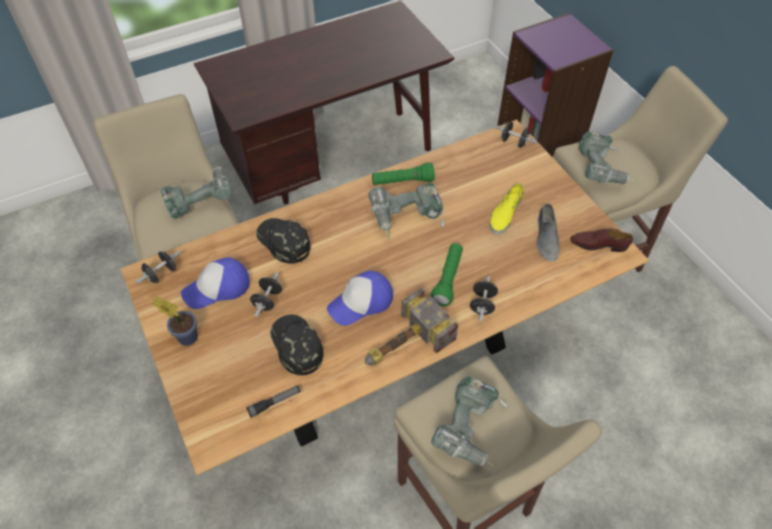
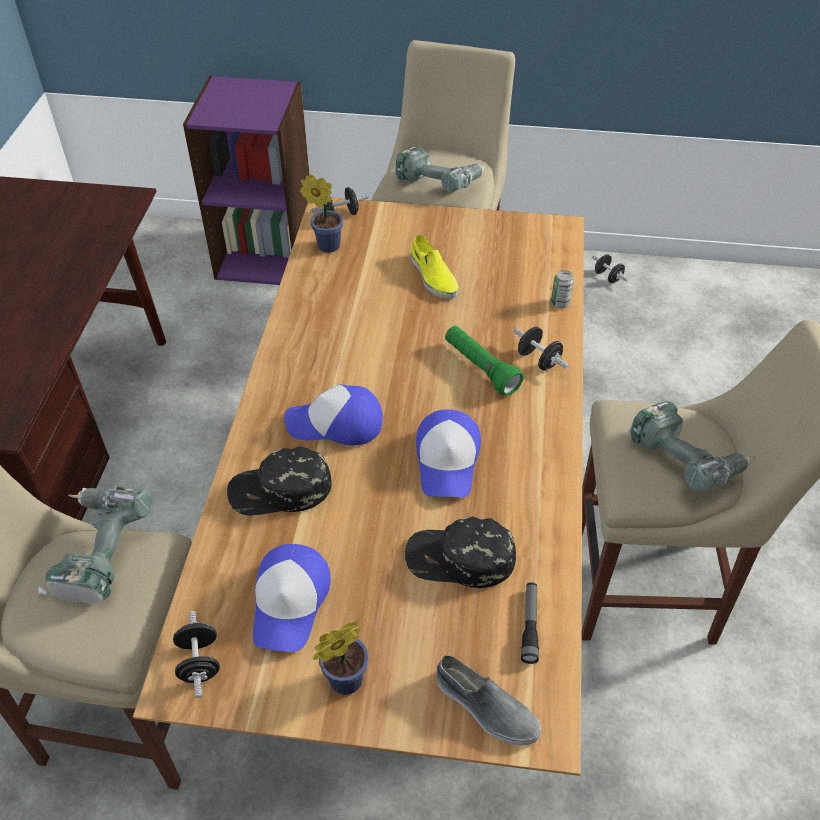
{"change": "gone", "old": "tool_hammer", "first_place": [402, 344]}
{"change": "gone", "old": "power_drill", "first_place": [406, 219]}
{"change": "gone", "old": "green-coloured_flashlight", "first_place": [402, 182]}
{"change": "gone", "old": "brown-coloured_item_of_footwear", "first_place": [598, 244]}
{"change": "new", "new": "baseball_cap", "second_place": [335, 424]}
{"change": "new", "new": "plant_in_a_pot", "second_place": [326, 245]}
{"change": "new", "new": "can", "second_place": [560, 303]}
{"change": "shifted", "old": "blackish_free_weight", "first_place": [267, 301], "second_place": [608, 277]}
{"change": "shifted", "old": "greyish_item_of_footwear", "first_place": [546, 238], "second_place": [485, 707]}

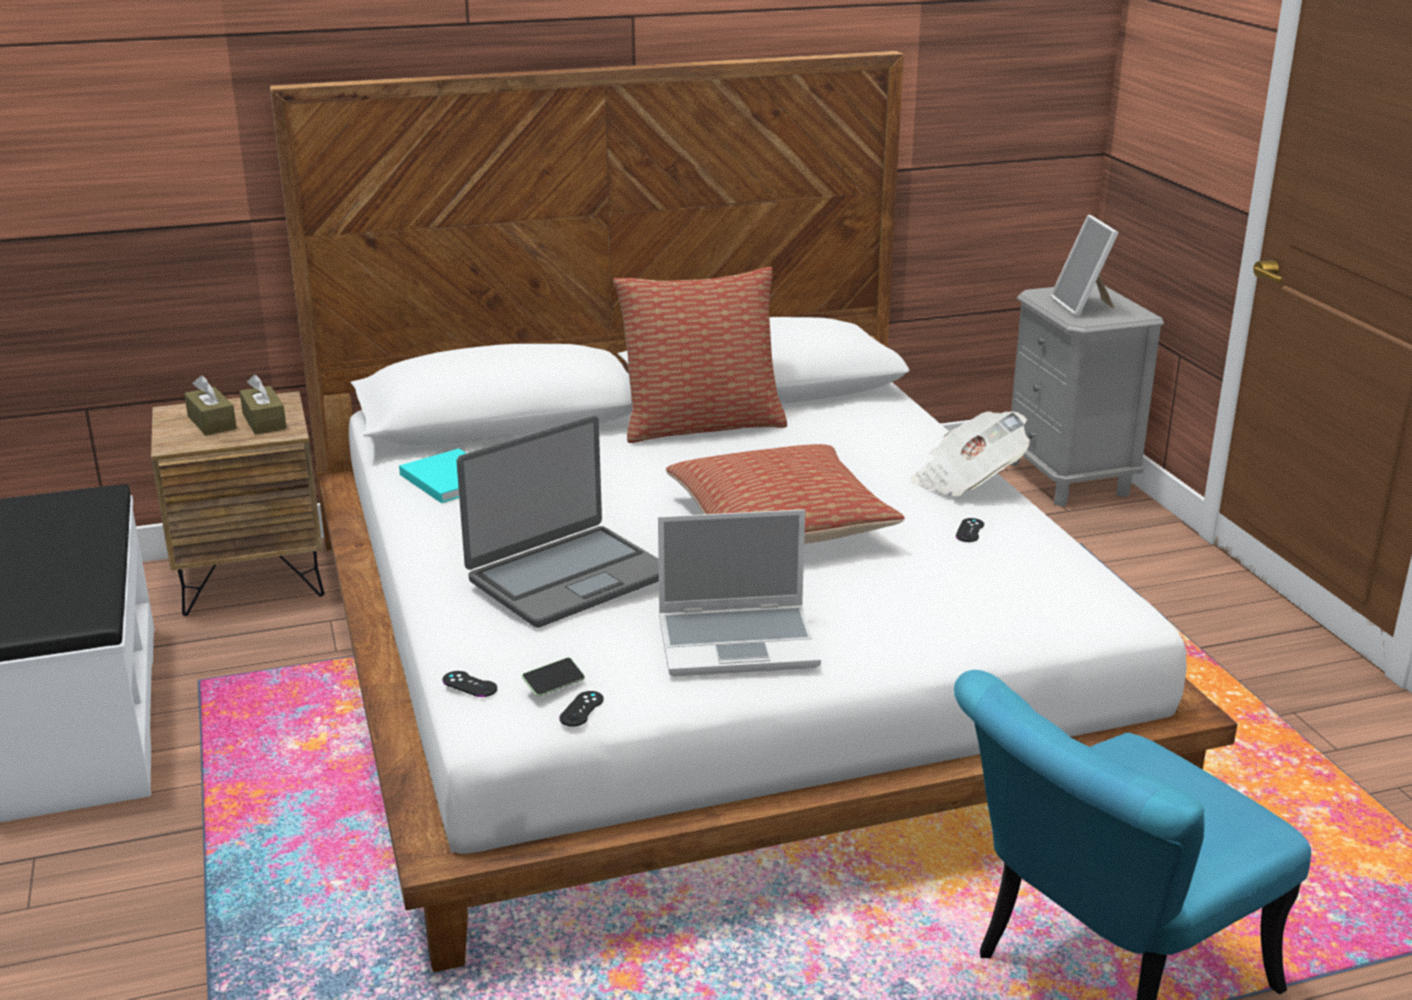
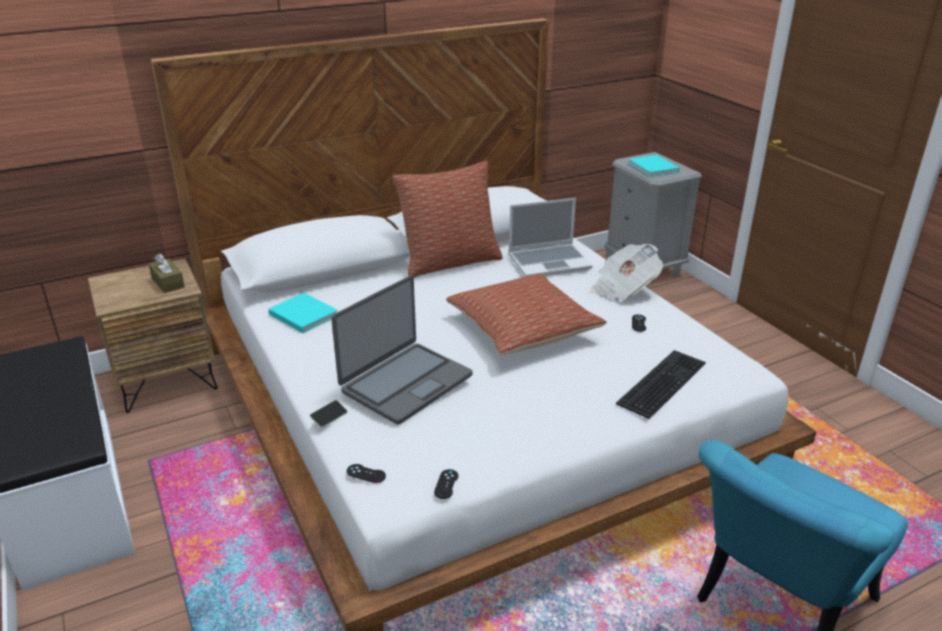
{"change": "gone", "old": "brown-coloured_tissue_box", "first_place": [212, 422]}
{"change": "new", "new": "computer_keyboard", "second_place": [660, 381]}
{"change": "shifted", "old": "handset", "first_place": [554, 684], "second_place": [329, 418]}
{"change": "shifted", "old": "portable_computer", "first_place": [739, 642], "second_place": [550, 262]}
{"change": "swapped", "old": "standing_frame", "new": "turquoise-coloured_bound_book", "first_place": [1083, 306], "second_place": [653, 168]}

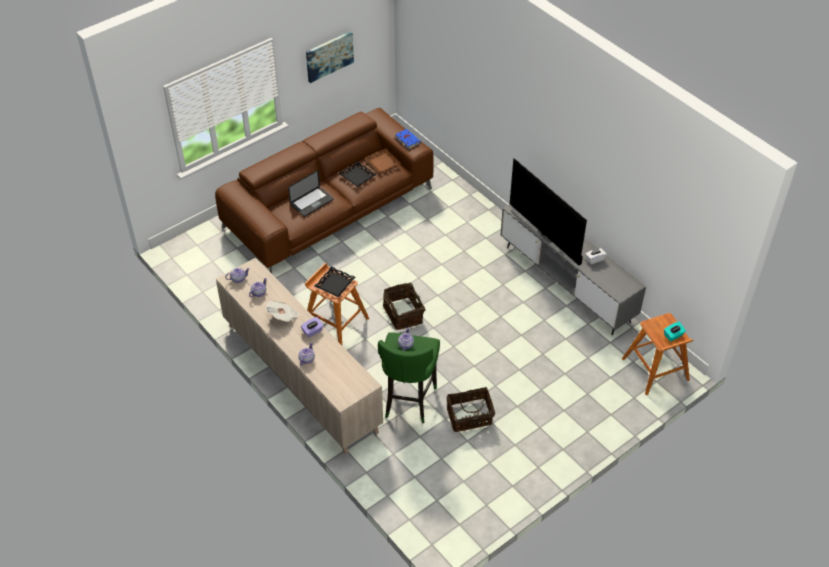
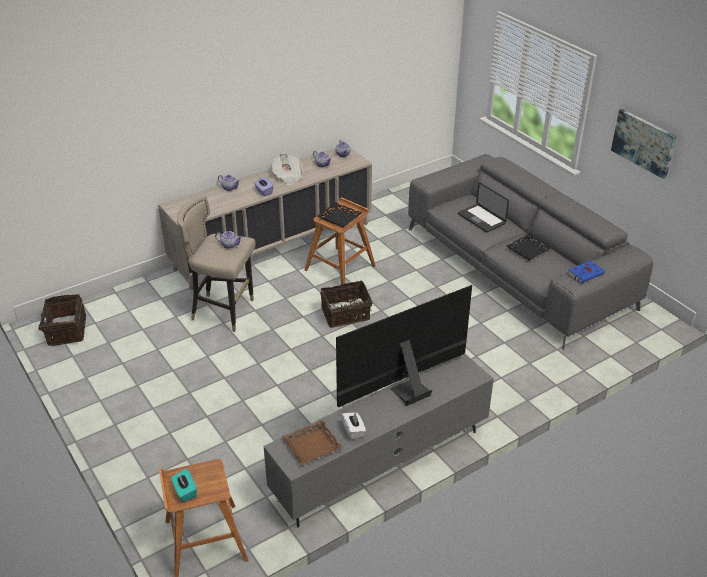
{"change": "shifted", "old": "brown-coloured_carrying_tray", "first_place": [382, 163], "second_place": [312, 445]}
{"change": "shifted", "old": "storage_basket", "first_place": [470, 417], "second_place": [65, 331]}
{"change": "repainted", "old": "brown-coloured_sofa", "new": "greyish_sofa", "first_place": [328, 208], "second_place": [517, 267]}
{"change": "repainted", "old": "green-coloured_stool", "new": "sand-coloured_stool", "first_place": [408, 400], "second_place": [223, 311]}

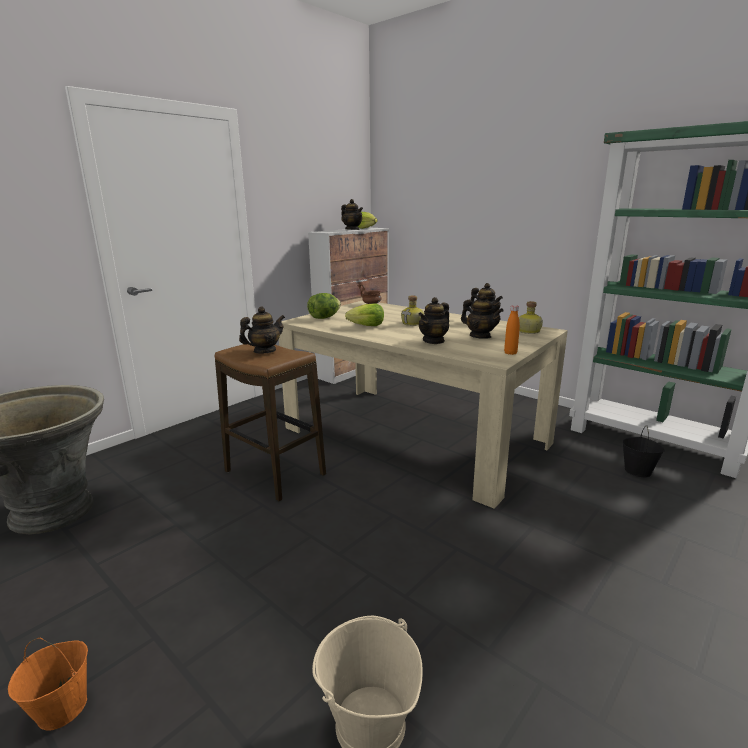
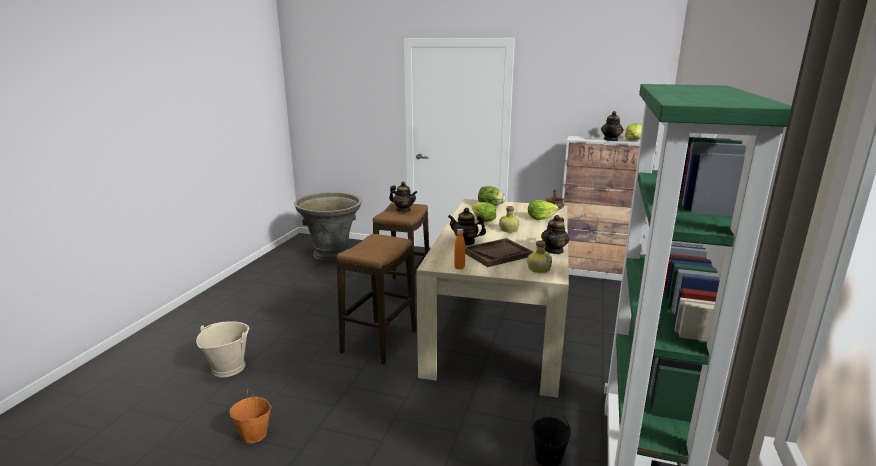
{"change": "new", "new": "stool", "second_place": [379, 341]}
{"change": "new", "new": "head_of_lettuce", "second_place": [540, 218]}
{"change": "shifted", "old": "orange-coloured_water_bucket", "first_place": [62, 707], "second_place": [254, 434]}
{"change": "swapped", "old": "tea_pot", "new": "brown-coloured_carrying_tray", "first_place": [480, 336], "second_place": [497, 254]}

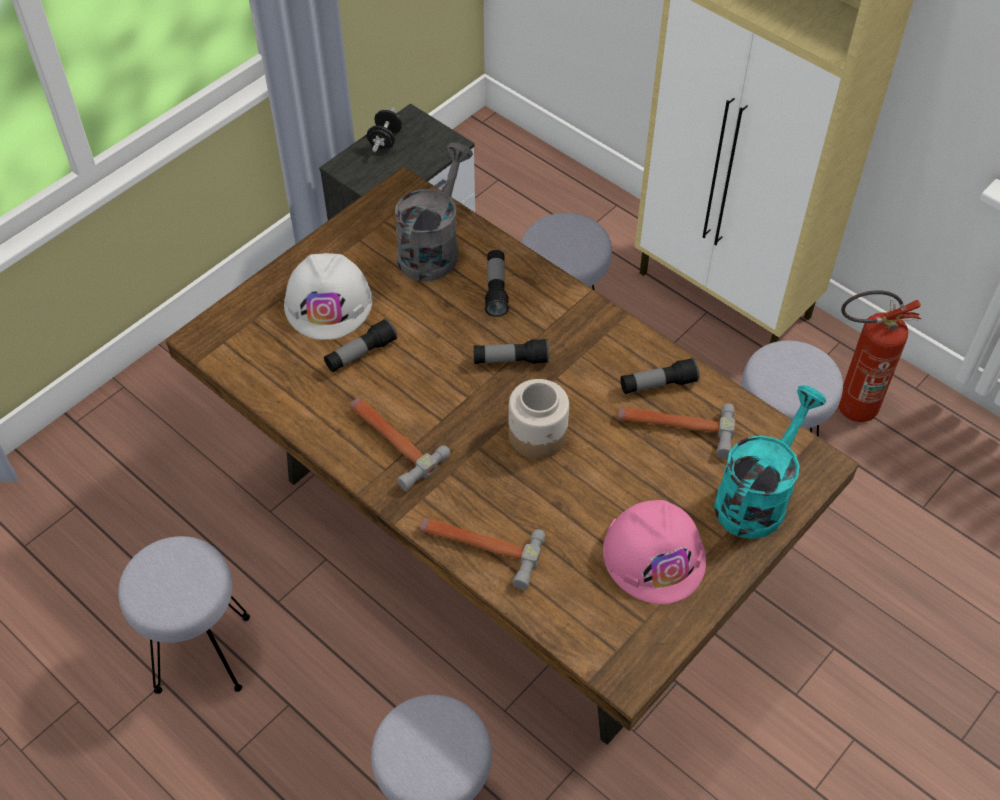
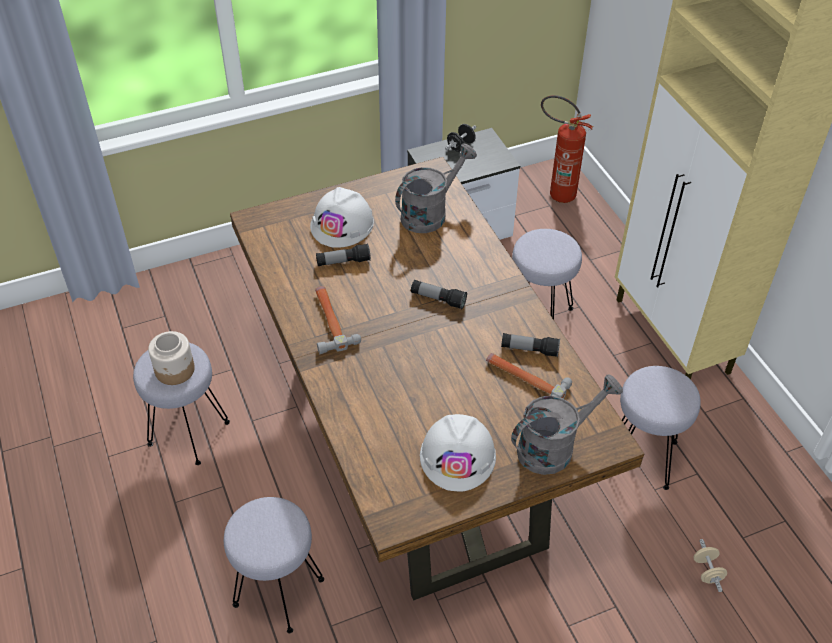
{"change": "gone", "old": "tool_hammer", "first_place": [479, 547]}
{"change": "gone", "old": "flashlight", "first_place": [496, 289]}
{"change": "new", "new": "sand-coloured_free_weight", "second_place": [707, 571]}
{"change": "shifted", "old": "storage_jar", "first_place": [538, 435], "second_place": [175, 370]}
{"change": "shifted", "old": "fire_extinguisher", "first_place": [847, 408], "second_place": [556, 193]}
{"change": "repainted", "old": "pink_safety_helmet", "new": "white-coloured_safety_helmet", "first_place": [654, 555], "second_place": [458, 456]}
{"change": "repainted", "old": "turquoise-coloured_watering_can", "new": "greyish_watering_can", "first_place": [757, 496], "second_place": [554, 446]}

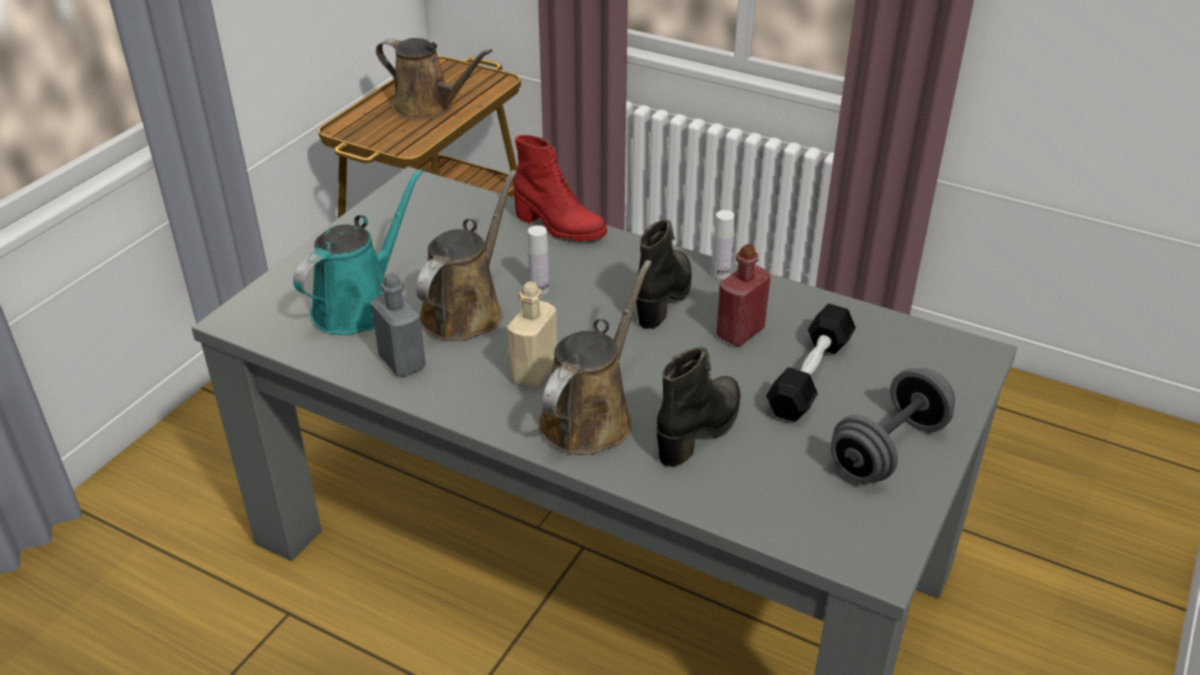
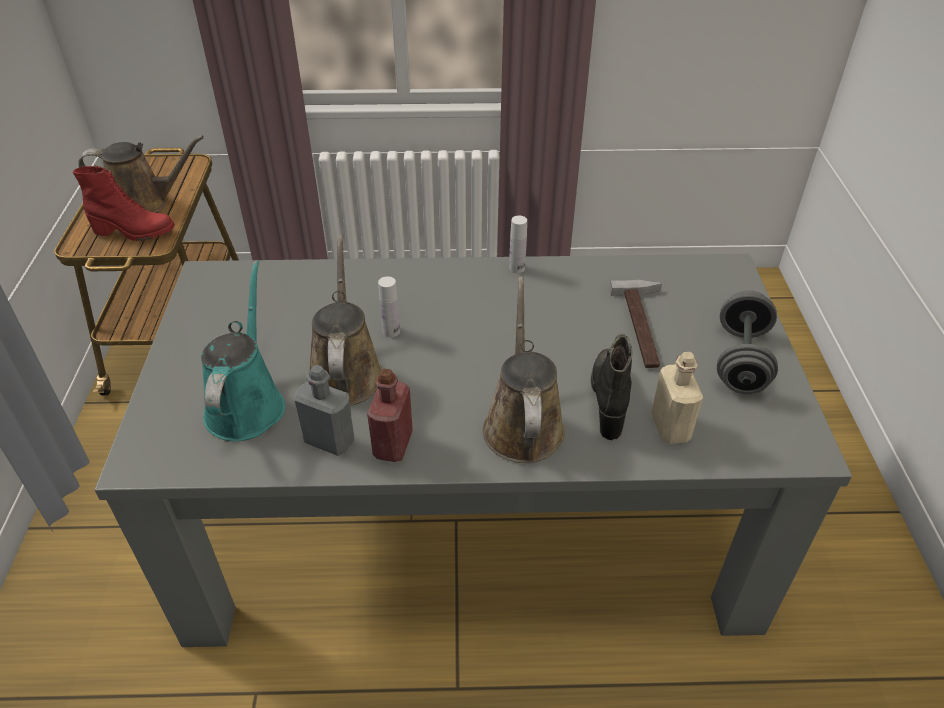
{"change": "gone", "old": "blackish_boot", "first_place": [664, 298]}
{"change": "shifted", "old": "sand-coloured_bottle", "first_place": [534, 372], "second_place": [670, 427]}
{"change": "shifted", "old": "reddish_boot", "first_place": [559, 227], "second_place": [134, 232]}
{"change": "shifted", "old": "reddish_bottle", "first_place": [740, 332], "second_place": [393, 444]}
{"change": "swapped", "old": "blackish_free_weight", "new": "tool_hammer", "first_place": [810, 376], "second_place": [645, 326]}

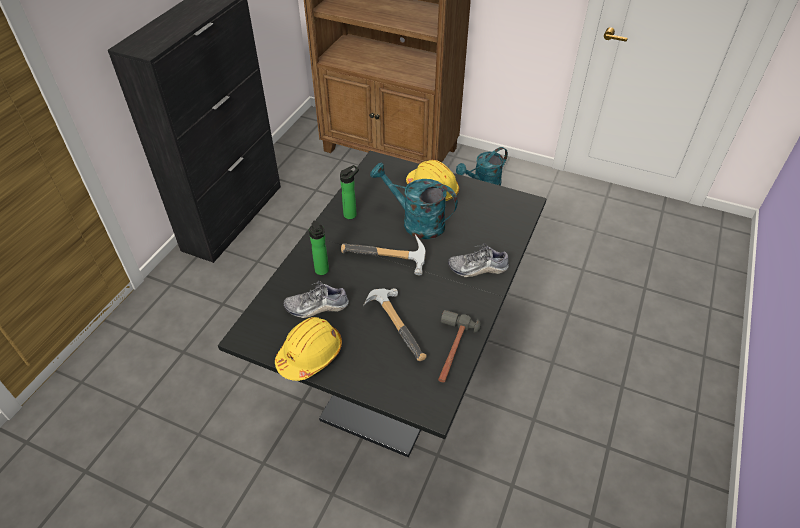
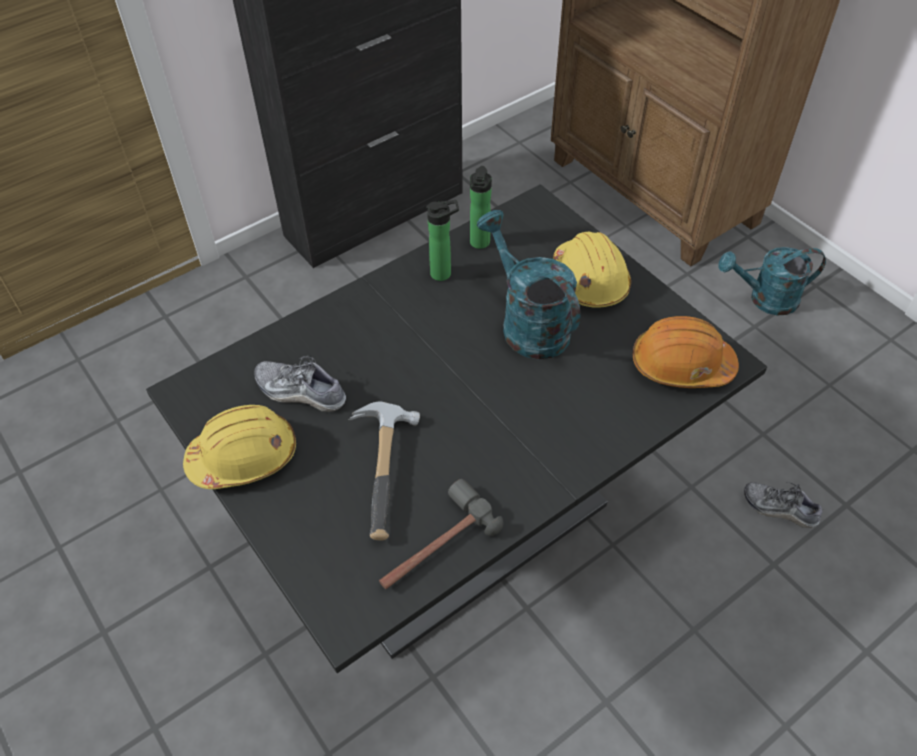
{"change": "gone", "old": "tool_hammer", "first_place": [386, 261]}
{"change": "new", "new": "orange-coloured_safety_helmet", "second_place": [681, 365]}
{"change": "shifted", "old": "bottle", "first_place": [322, 271], "second_place": [479, 244]}
{"change": "shifted", "old": "item_of_footwear", "first_place": [478, 268], "second_place": [779, 509]}

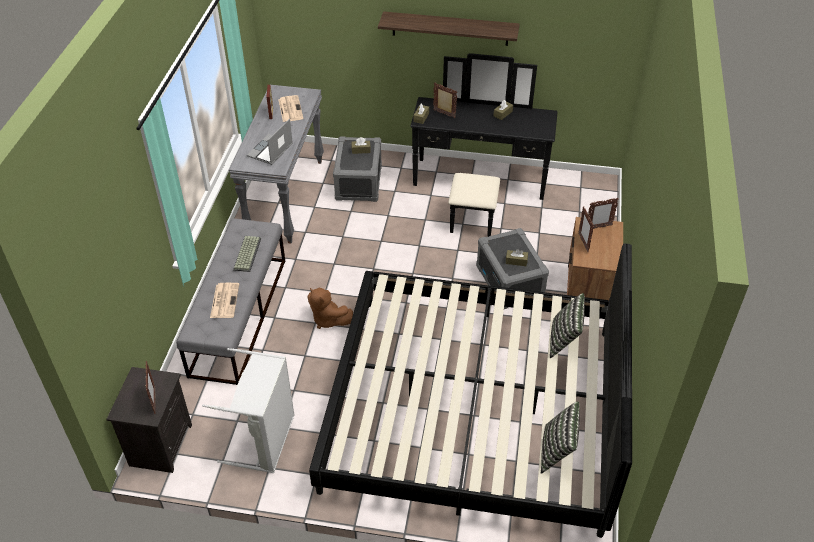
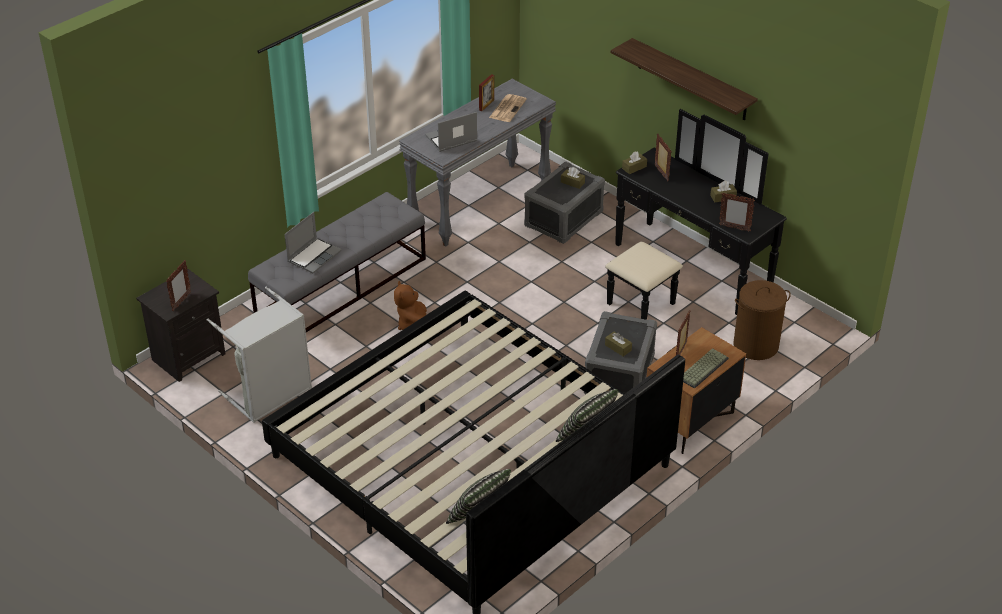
{"change": "new", "new": "brown-coloured_washing_basket", "second_place": [756, 345]}
{"change": "shifted", "old": "computer_keyboard", "first_place": [246, 253], "second_place": [702, 368]}
{"change": "shifted", "old": "standing_frame", "first_place": [598, 227], "second_place": [734, 228]}
{"change": "swapped", "old": "printed_paper", "new": "portable_computer", "first_place": [224, 300], "second_place": [314, 256]}

